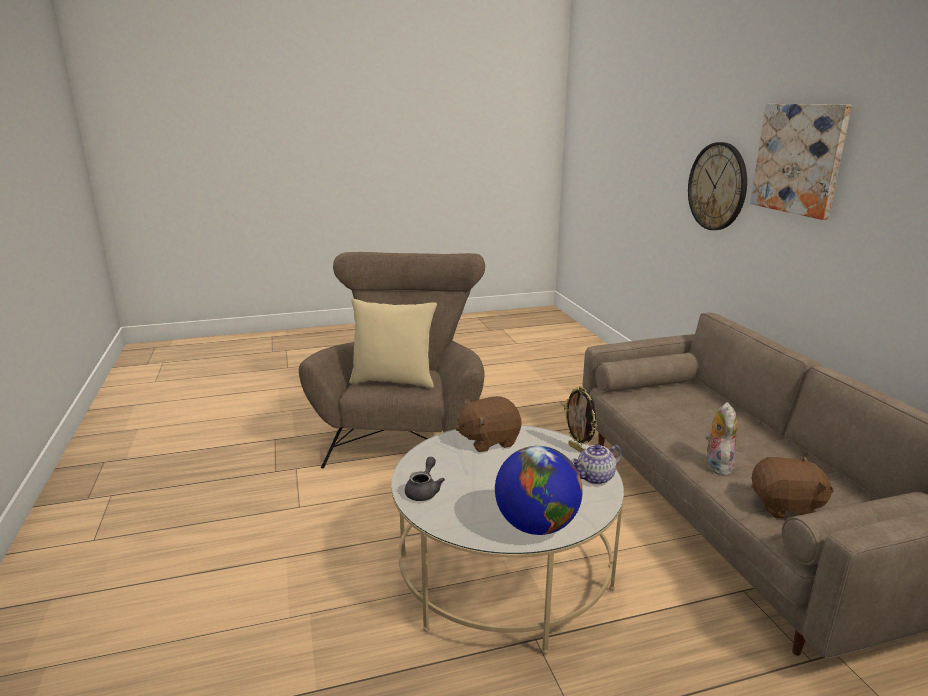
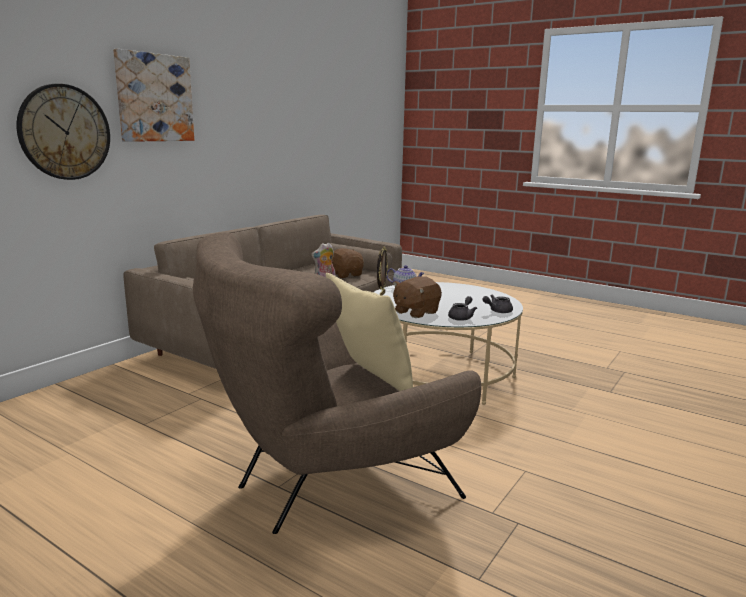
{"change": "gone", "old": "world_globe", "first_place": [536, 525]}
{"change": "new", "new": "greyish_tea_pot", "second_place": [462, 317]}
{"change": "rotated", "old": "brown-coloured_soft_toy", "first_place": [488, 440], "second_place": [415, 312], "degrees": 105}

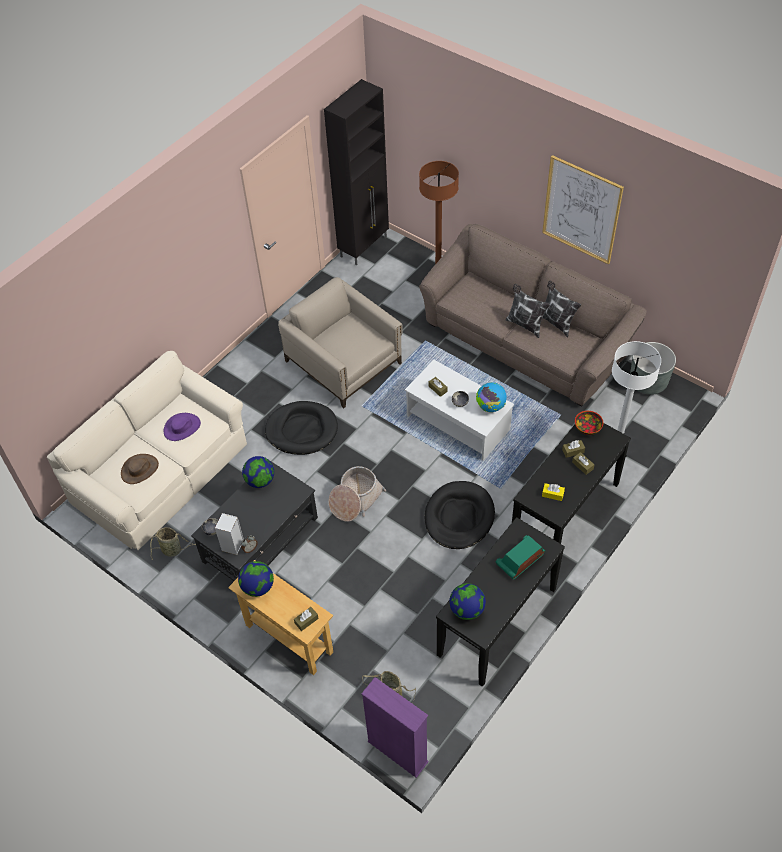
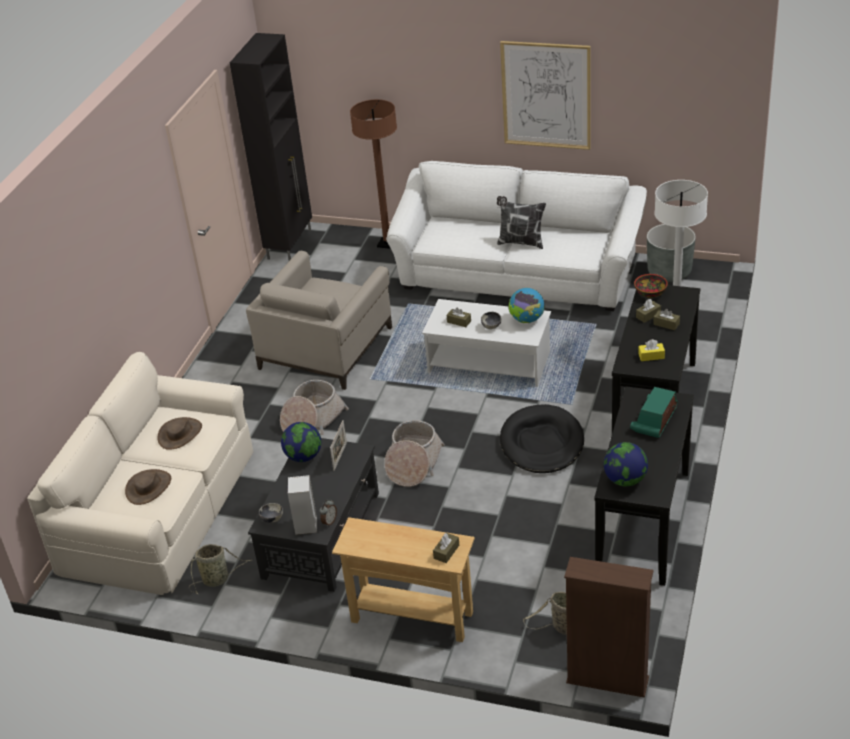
{"change": "gone", "old": "world_globe", "first_place": [258, 587]}
{"change": "gone", "old": "cushion", "first_place": [556, 322]}
{"change": "new", "new": "standing_frame", "second_place": [340, 456]}
{"change": "swapped", "old": "blackish_dog_cushion", "new": "storage_basket", "first_place": [302, 430], "second_place": [312, 420]}
{"change": "repainted", "old": "purple_clothing_hat", "new": "brown-coloured_clothing_hat", "first_place": [182, 428], "second_place": [180, 434]}
{"change": "repainted", "old": "purple_shelving_unit", "new": "brown-coloured_shelving_unit", "first_place": [397, 751], "second_place": [607, 680]}
{"change": "repainted", "old": "brown-coloured_sofa", "new": "white-coloured_sofa", "first_place": [525, 340], "second_place": [517, 273]}
{"change": "rotated", "old": "sand-coloured_lounge_chair", "first_place": [343, 362], "second_place": [326, 347], "degrees": -90}

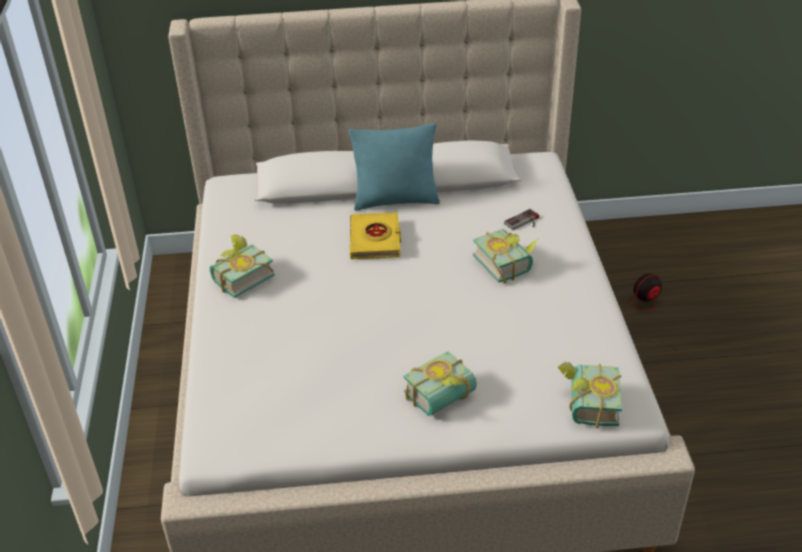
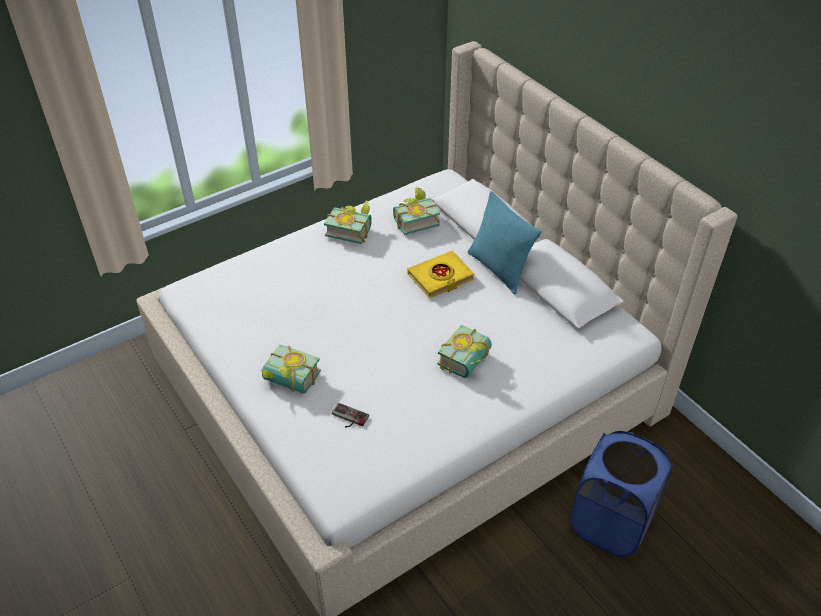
{"change": "shifted", "old": "joypad", "first_place": [524, 222], "second_place": [348, 418]}
{"change": "shifted", "old": "bound_book", "first_place": [586, 405], "second_place": [414, 220]}
{"change": "swapped", "old": "electric_fan", "new": "blue-coloured_washing_basket", "first_place": [644, 314], "second_place": [611, 524]}

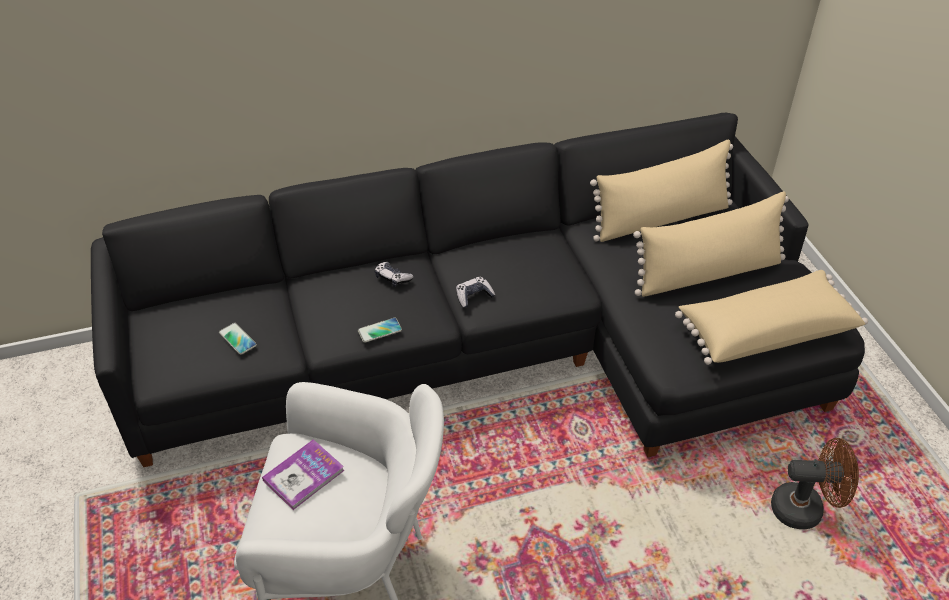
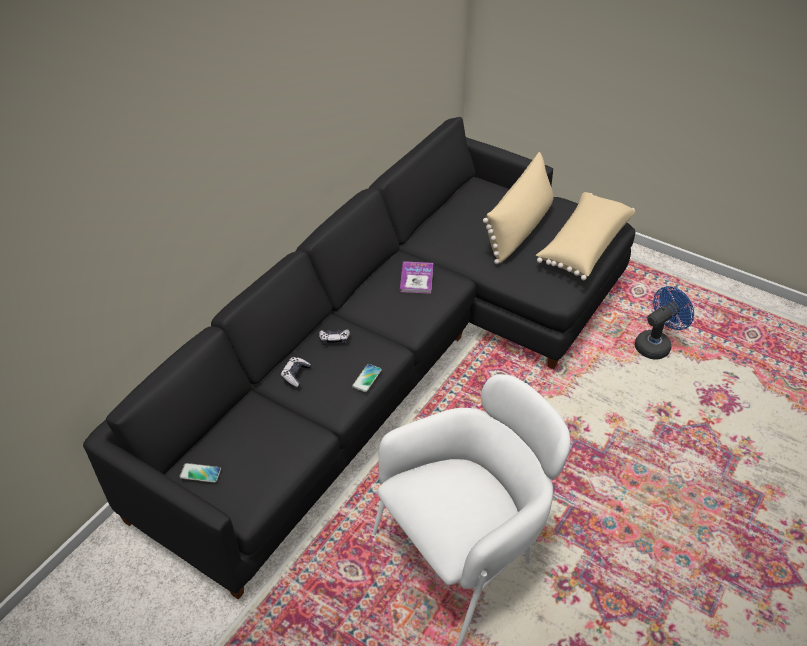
{"change": "gone", "old": "sand-coloured_cushion", "first_place": [661, 219]}
{"change": "shifted", "old": "handset", "first_place": [237, 339], "second_place": [200, 473]}
{"change": "shifted", "old": "bound_book", "first_place": [303, 475], "second_place": [416, 278]}
{"change": "shifted", "old": "joypad", "first_place": [474, 296], "second_place": [295, 375]}
{"change": "repainted", "old": "brown-coloured_electric_fan", "new": "blue-coloured_electric_fan", "first_place": [805, 509], "second_place": [656, 344]}

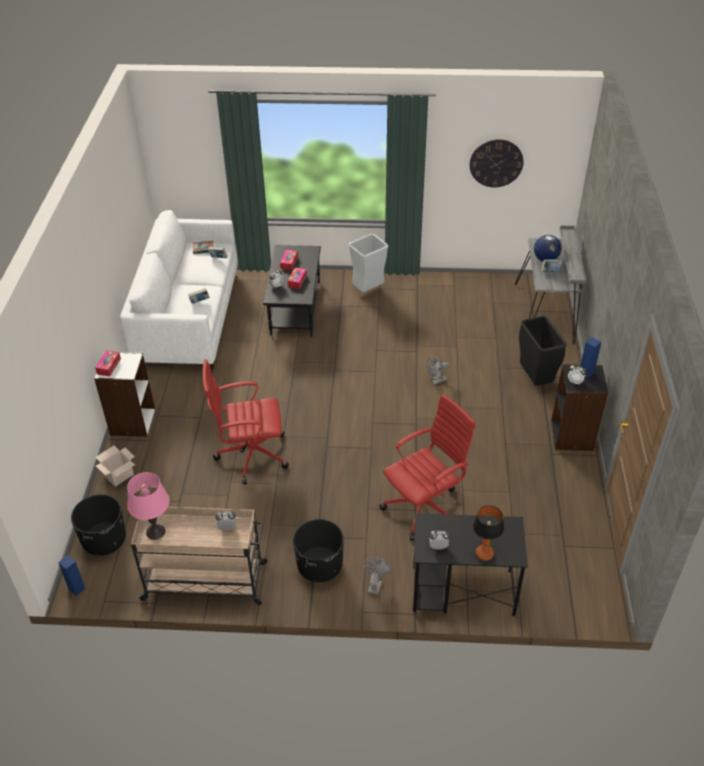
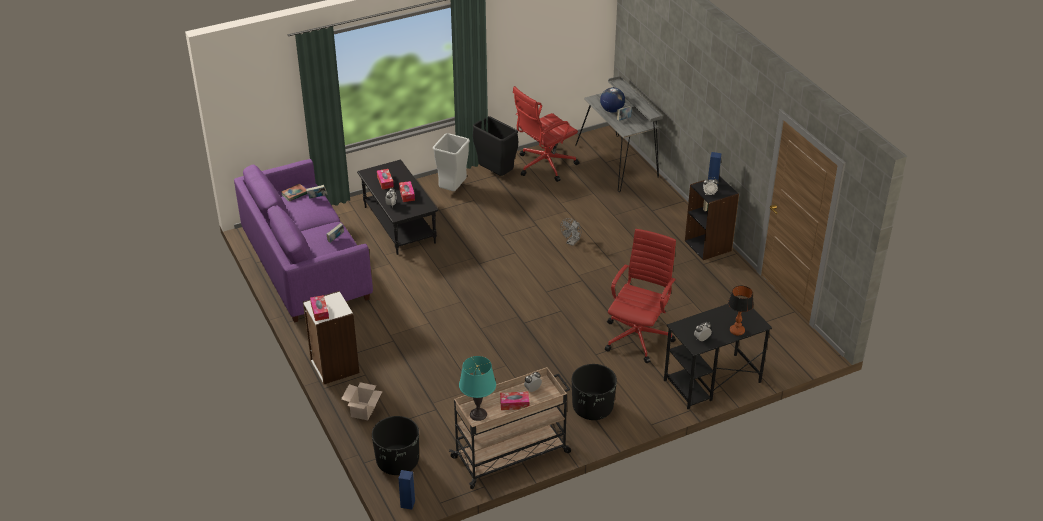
{"change": "gone", "old": "greyish_electric_fan", "first_place": [375, 584]}
{"change": "gone", "old": "clock_on_the_wall", "first_place": [496, 163]}
{"change": "new", "new": "tissue_box", "second_place": [514, 404]}
{"change": "shifted", "old": "reddish_desk_chair", "first_place": [250, 455], "second_place": [544, 165]}
{"change": "shifted", "old": "blackish_trash_can", "first_place": [535, 379], "second_place": [496, 173]}
{"change": "repainted", "old": "white-coloured_sofa", "new": "purple_sofa", "first_place": [188, 318], "second_place": [305, 266]}
{"change": "repainted", "old": "pink_tabletop_lamp", "new": "turquoise-coloured_tabletop_lamp", "first_place": [155, 532], "second_place": [478, 414]}

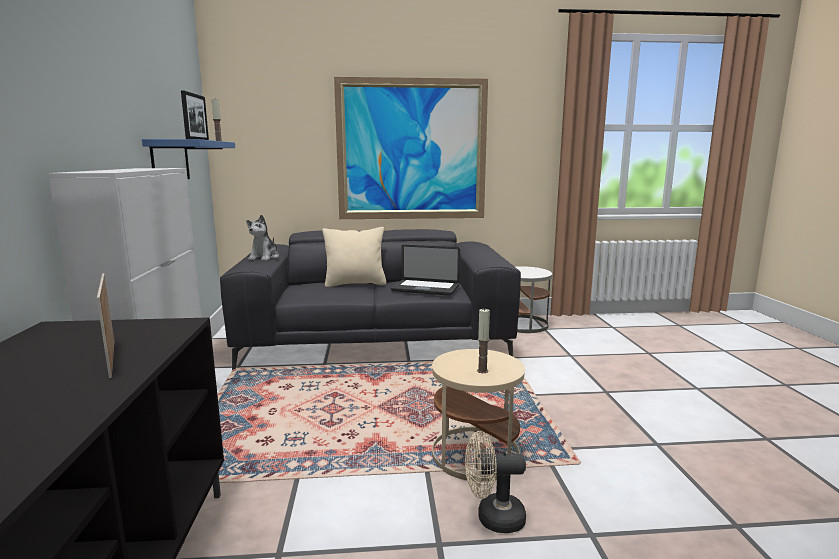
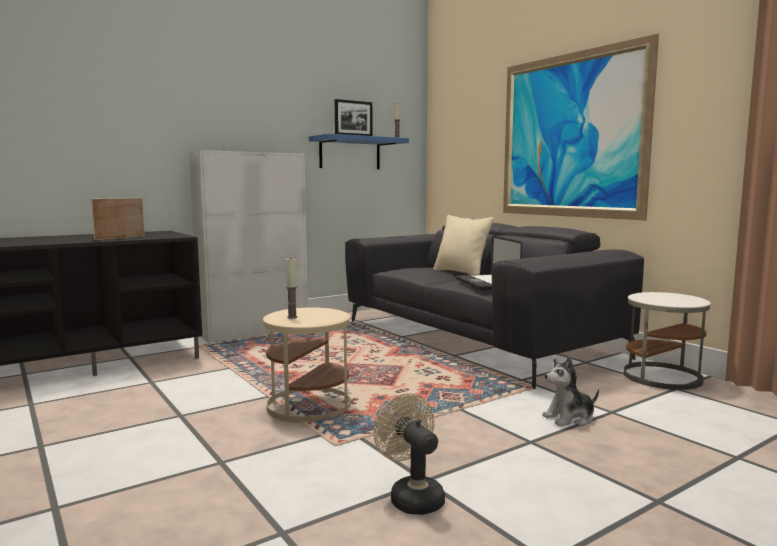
{"change": "shifted", "old": "soft_toy", "first_place": [264, 257], "second_place": [570, 418]}
{"change": "shifted", "old": "sand-coloured_electric_fan", "first_place": [493, 518], "second_place": [412, 496]}

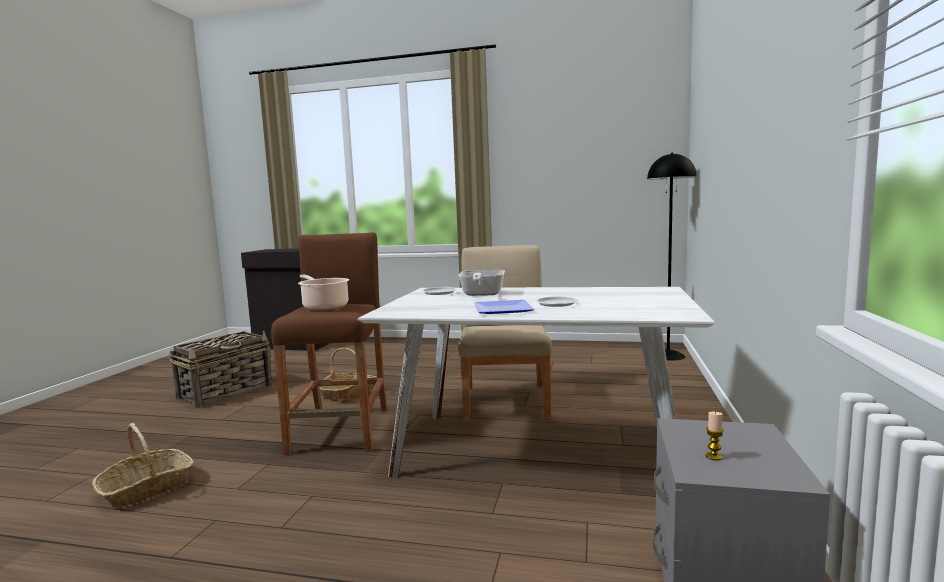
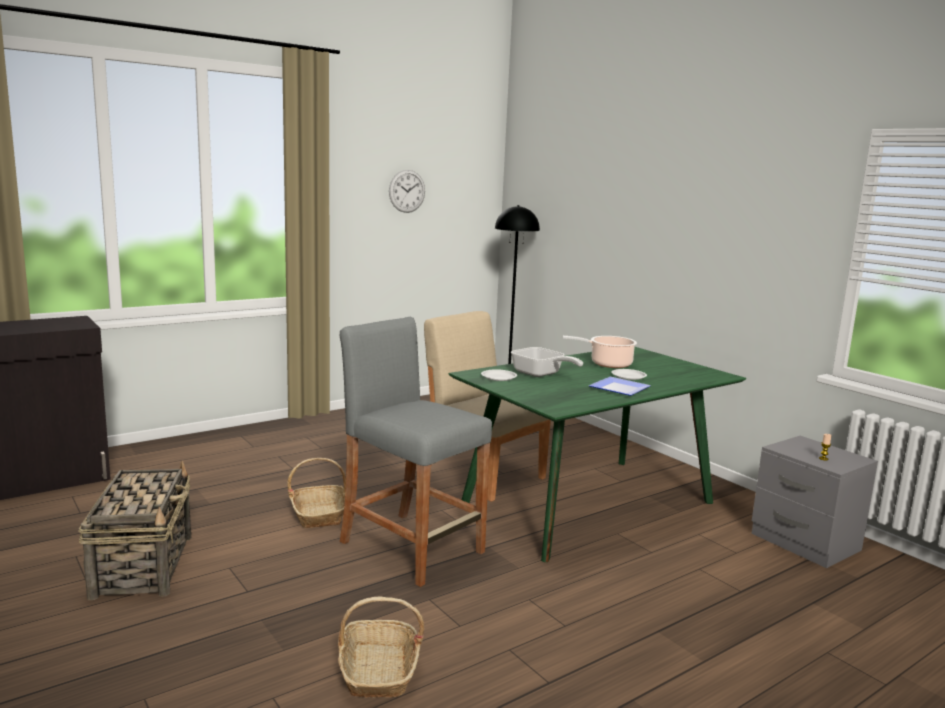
{"change": "new", "new": "clock_on_the_wall", "second_place": [407, 191]}
{"change": "shifted", "old": "stockpot", "first_place": [324, 306], "second_place": [608, 364]}
{"change": "repainted", "old": "brown-coloured_stool", "new": "greyish_stool", "first_place": [341, 430], "second_place": [411, 547]}
{"change": "repainted", "old": "white-coloured_dining_table", "new": "green-coloured_dining_table", "first_place": [535, 452], "second_place": [589, 505]}

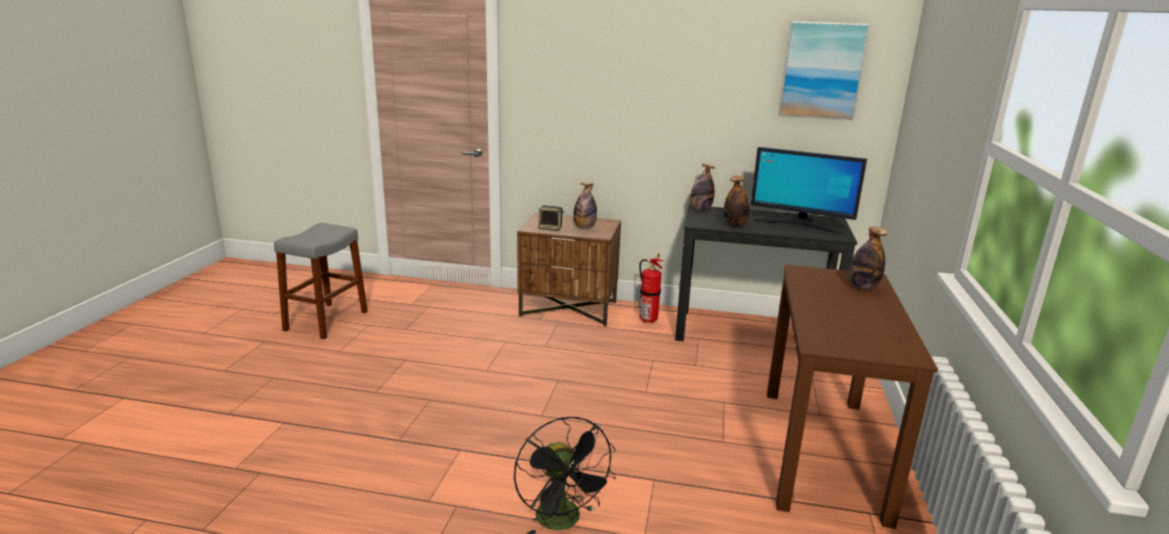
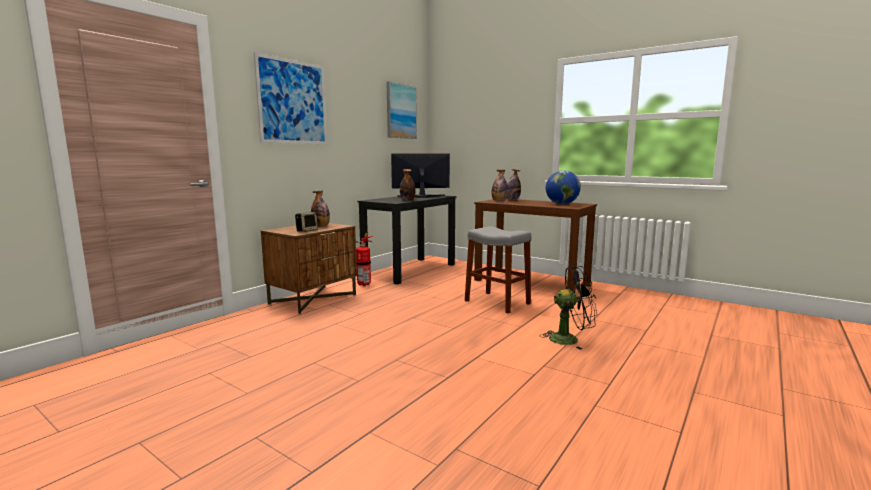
{"change": "new", "new": "wall_art", "second_place": [293, 102]}
{"change": "new", "new": "world_globe", "second_place": [562, 204]}
{"change": "shifted", "old": "greyish_stool", "first_place": [326, 320], "second_place": [497, 302]}
{"change": "shifted", "old": "bottle", "first_place": [700, 210], "second_place": [499, 201]}
{"change": "rotated", "old": "computer_screen", "first_place": [800, 224], "second_place": [421, 196], "degrees": -150}

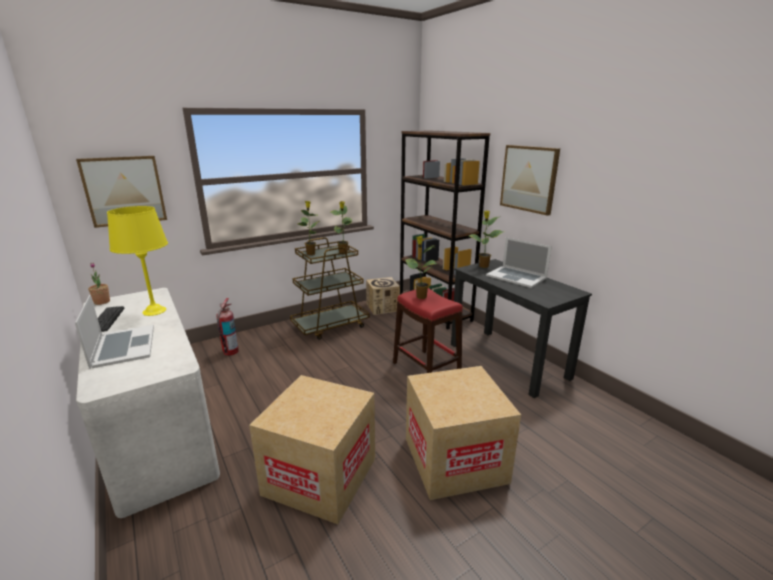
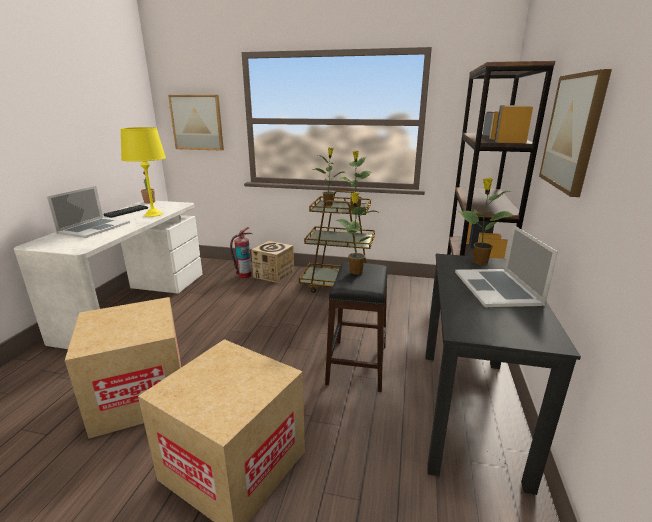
{"change": "shifted", "old": "cardboard_box", "first_place": [382, 307], "second_place": [274, 274]}
{"change": "repainted", "old": "reddish_stool", "new": "blackish_stool", "first_place": [426, 369], "second_place": [356, 364]}

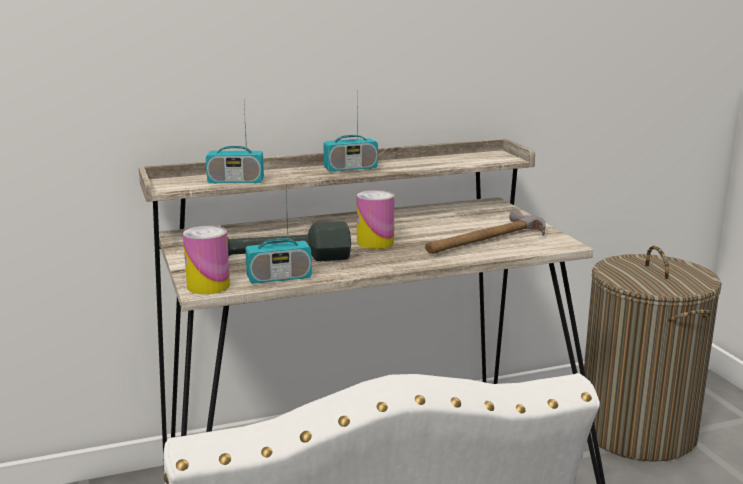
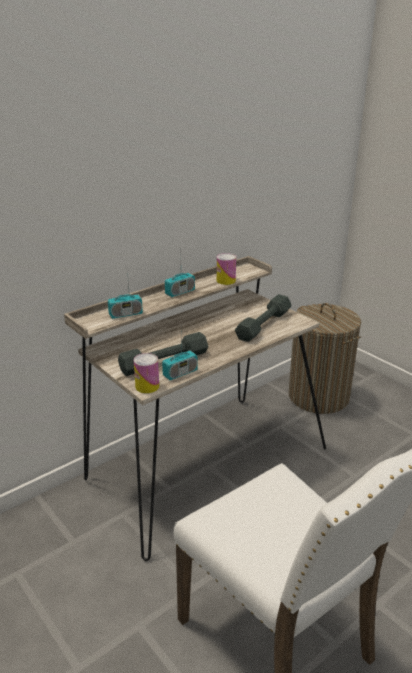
{"change": "shifted", "old": "can", "first_place": [375, 242], "second_place": [226, 281]}
{"change": "swapped", "old": "tool_hammer", "new": "greyish_free_weight", "first_place": [485, 240], "second_place": [264, 325]}

